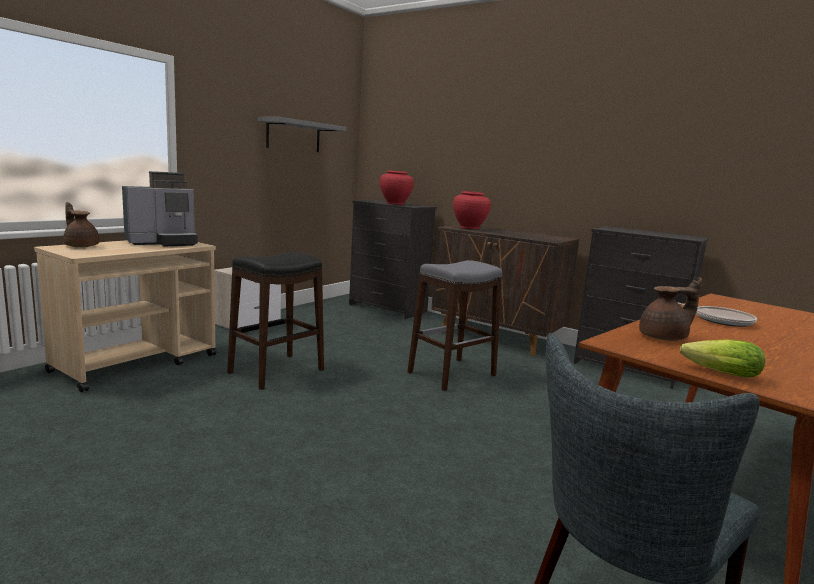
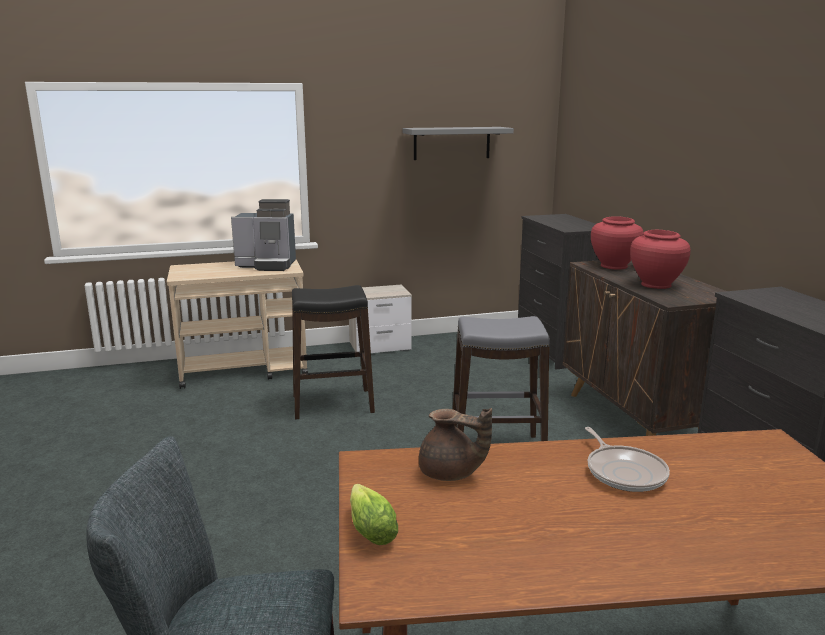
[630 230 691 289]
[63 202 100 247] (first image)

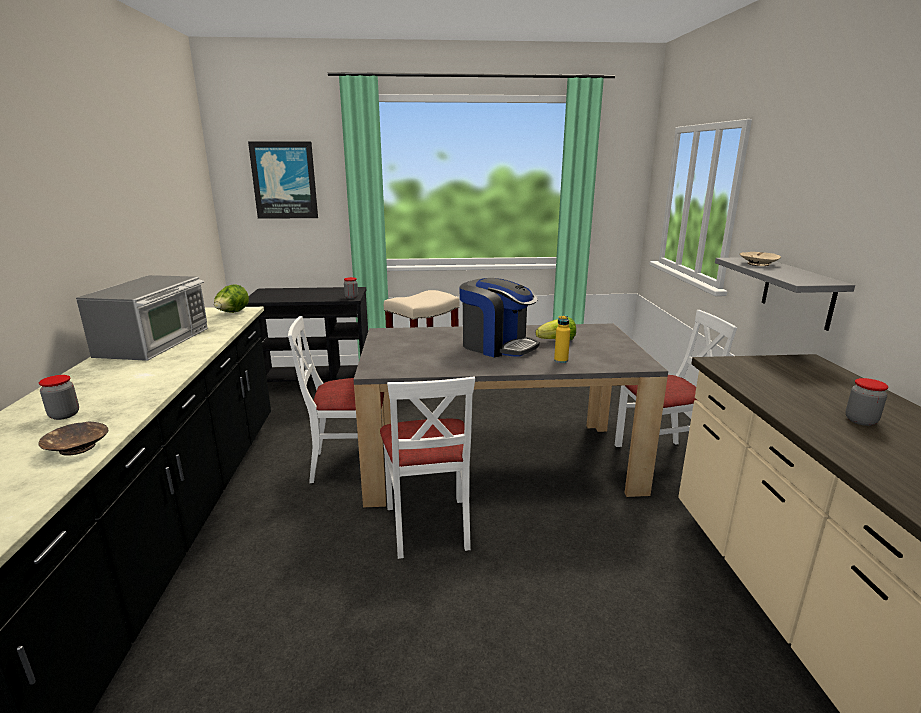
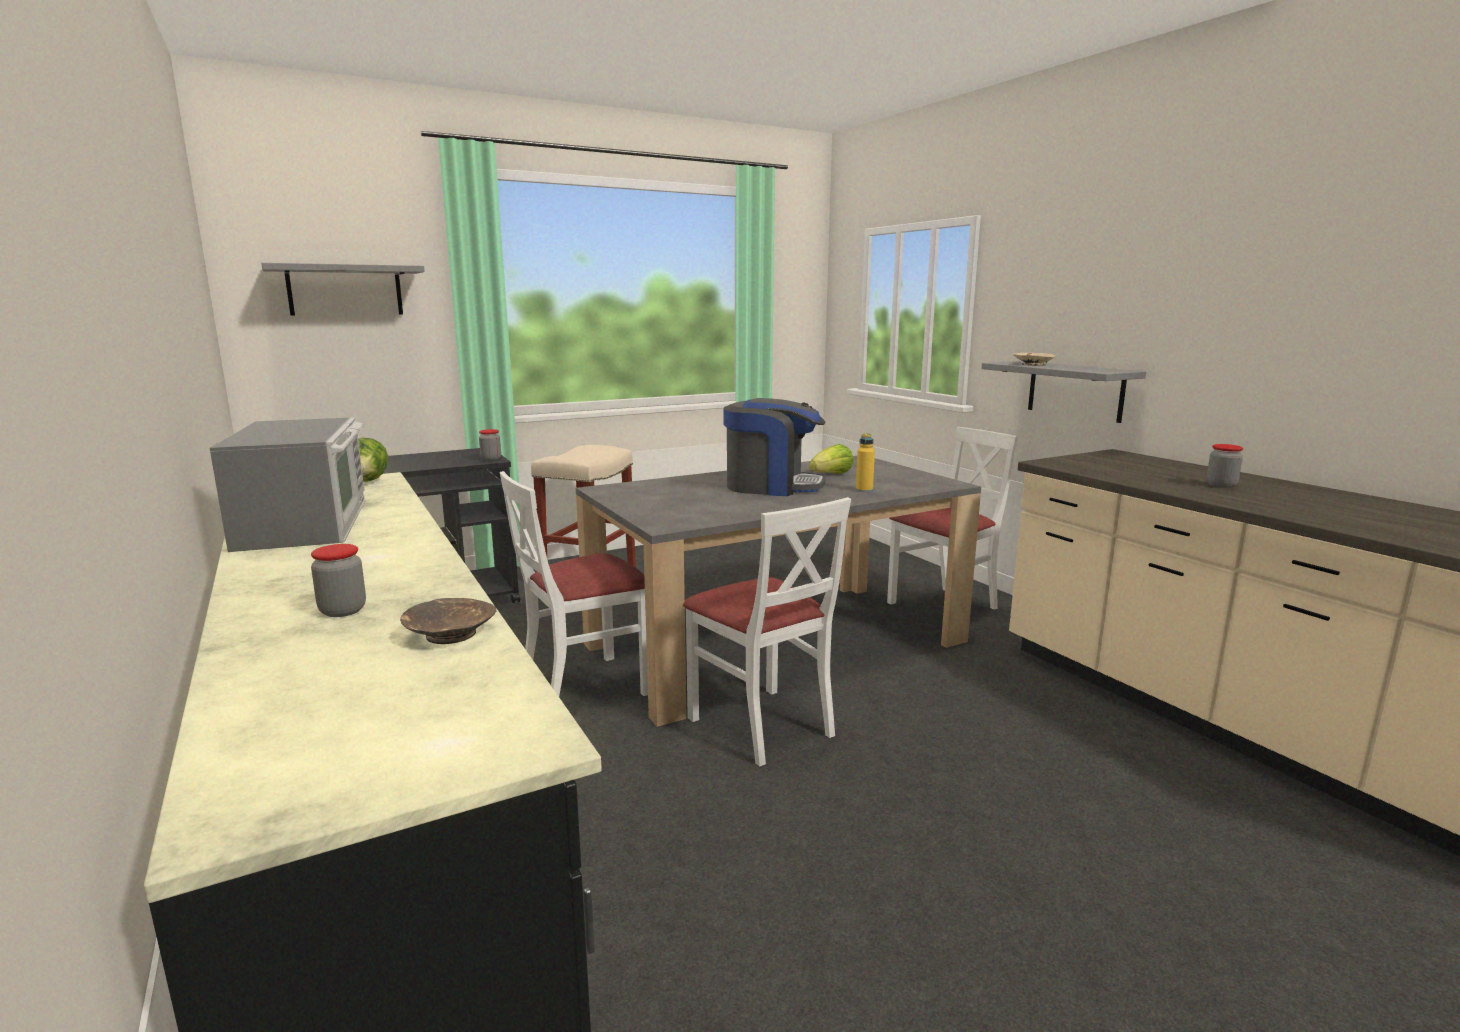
[261 263 425 315]

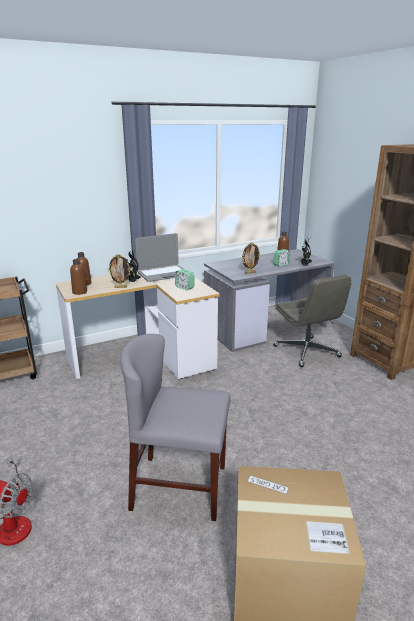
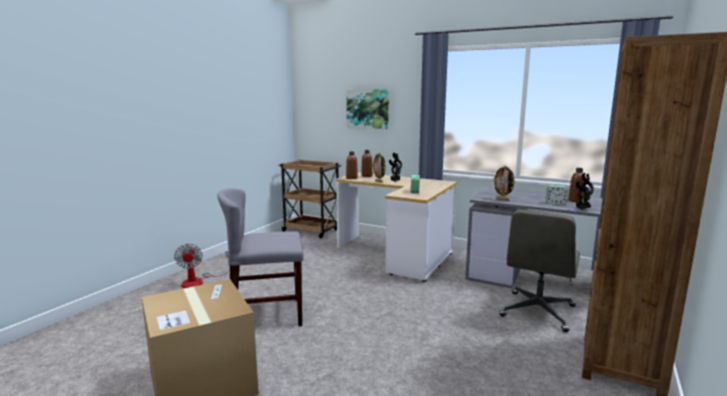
[217 188 304 326]
[347 89 389 130]
[135 233 185 282] (first image)

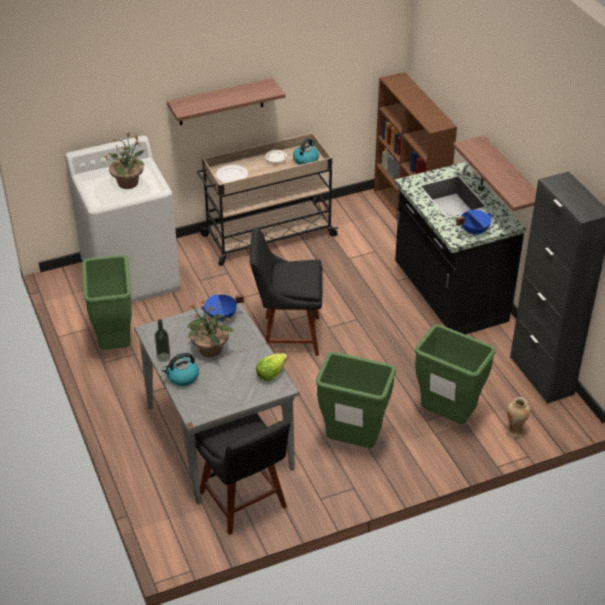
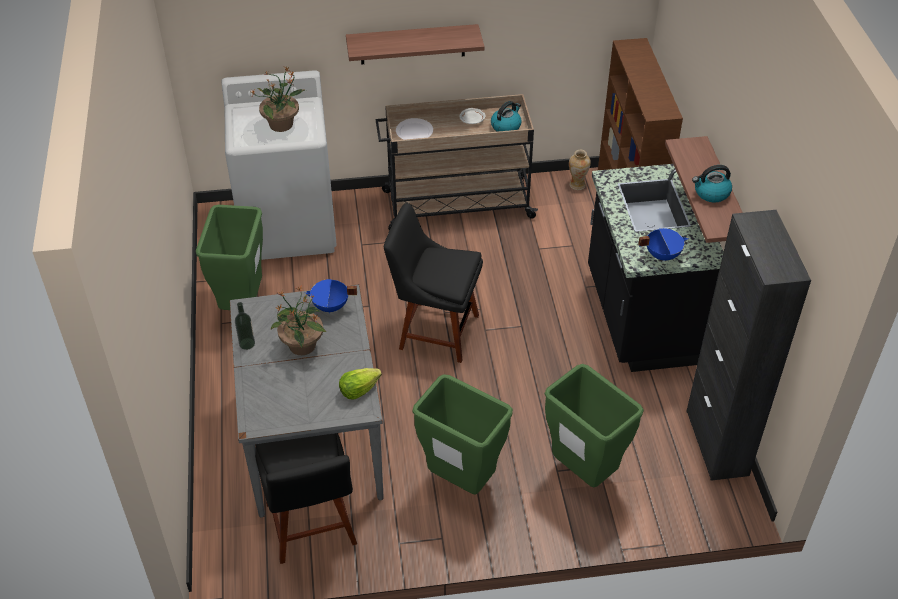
[569 150 591 190]
[692 165 732 202]

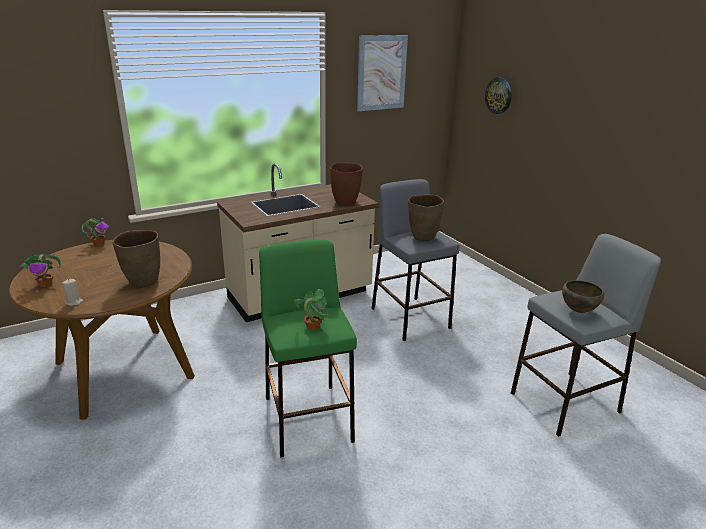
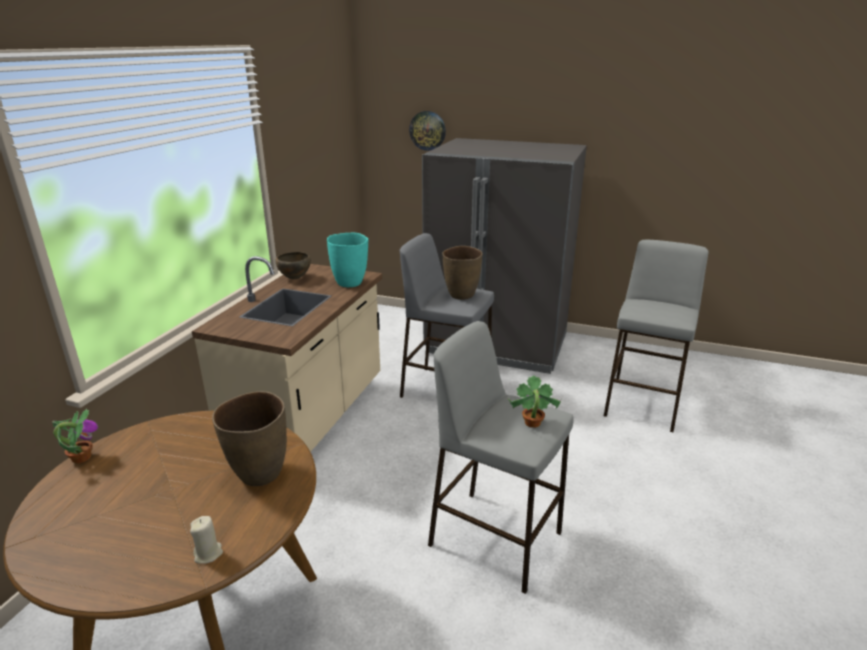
[275 252 311 279]
[327 233 368 287]
[422 138 587 374]
[428 321 574 594]
[20 254 62 287] (first image)
[357 35 408 111] (first image)

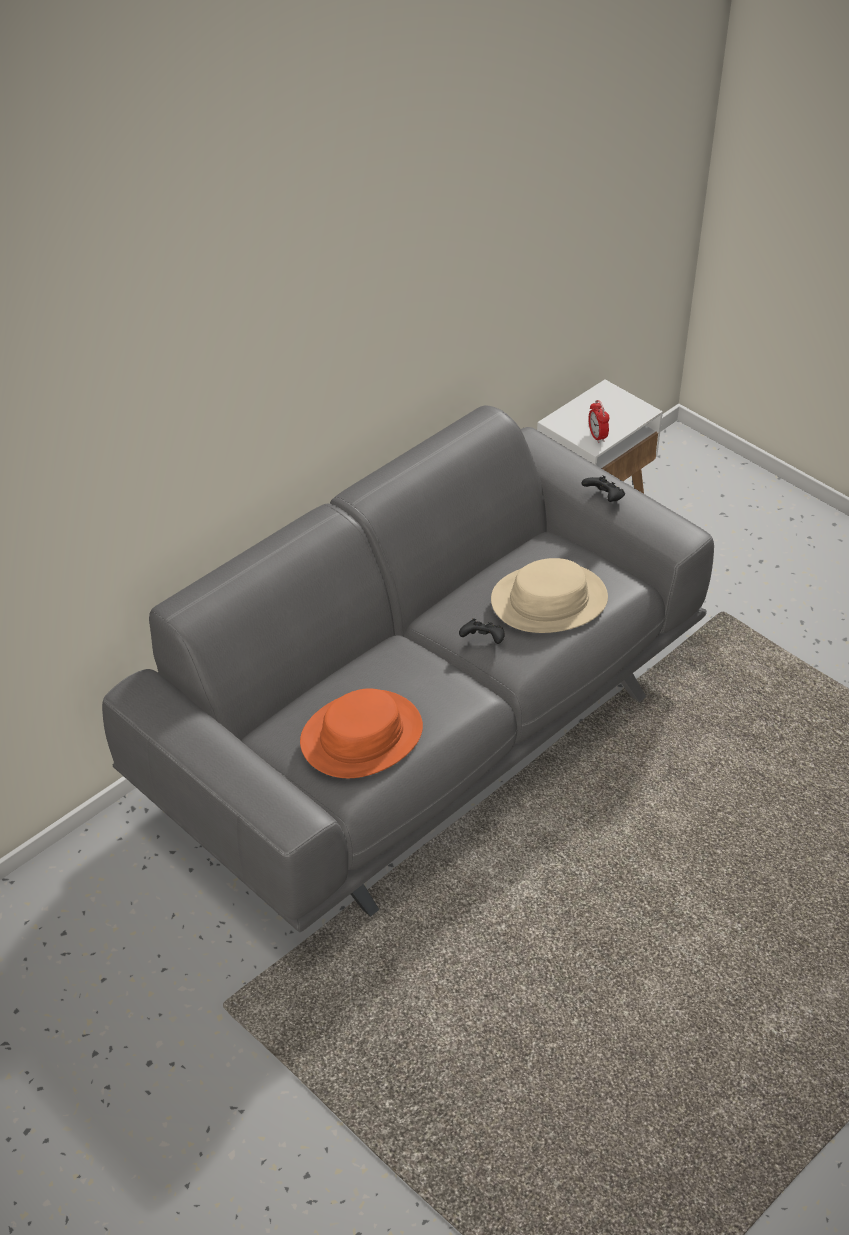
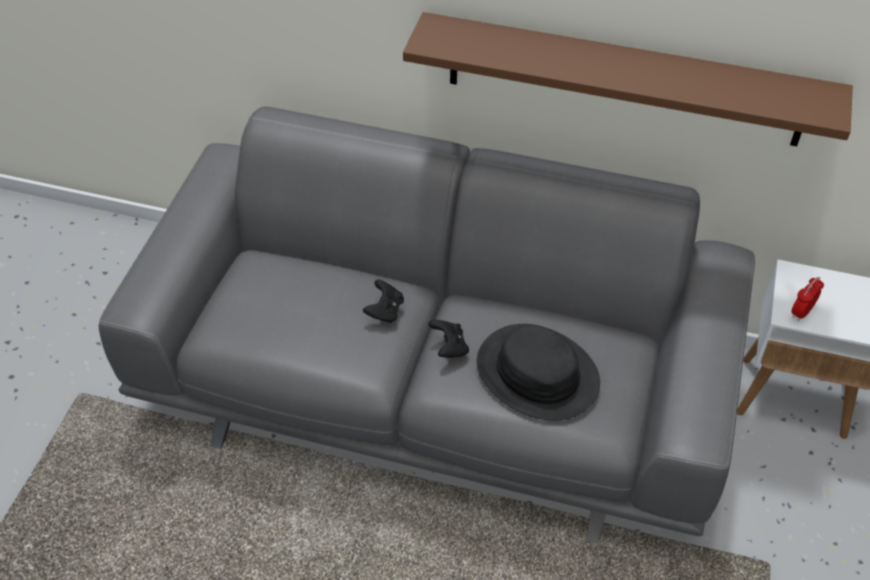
[363 280 404 323]
[403 12 853 146]
[477 324 600 421]
[300 688 423 778] (first image)

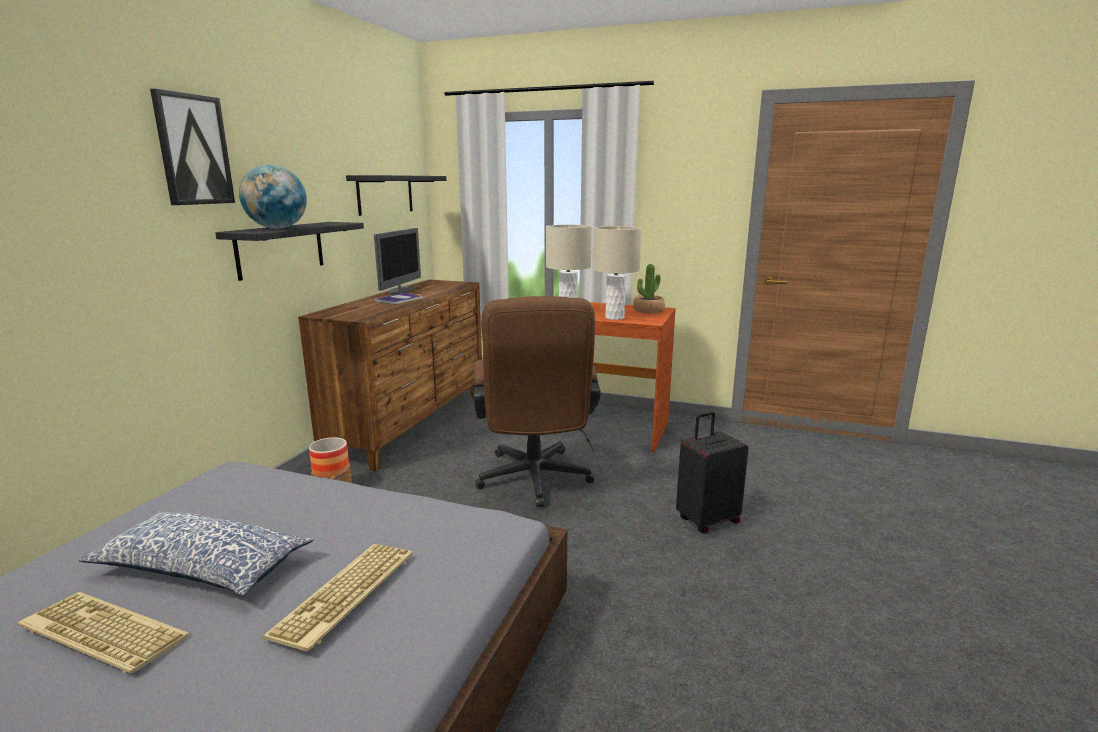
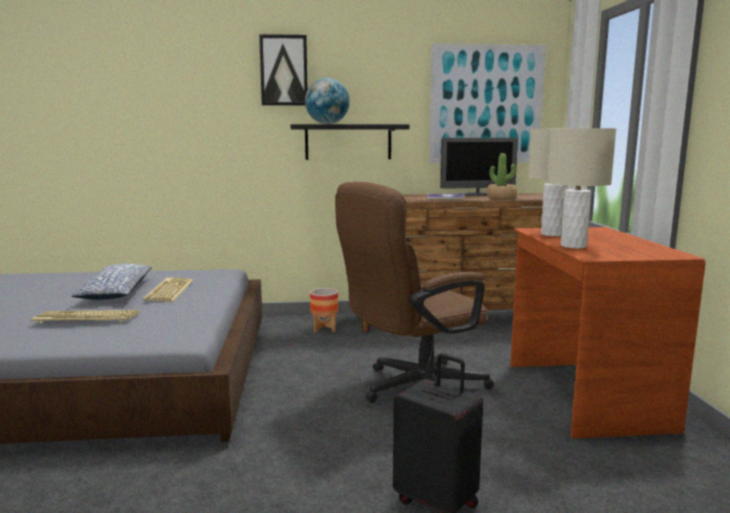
[143 277 193 302]
[429 43 546 163]
[487 153 517 199]

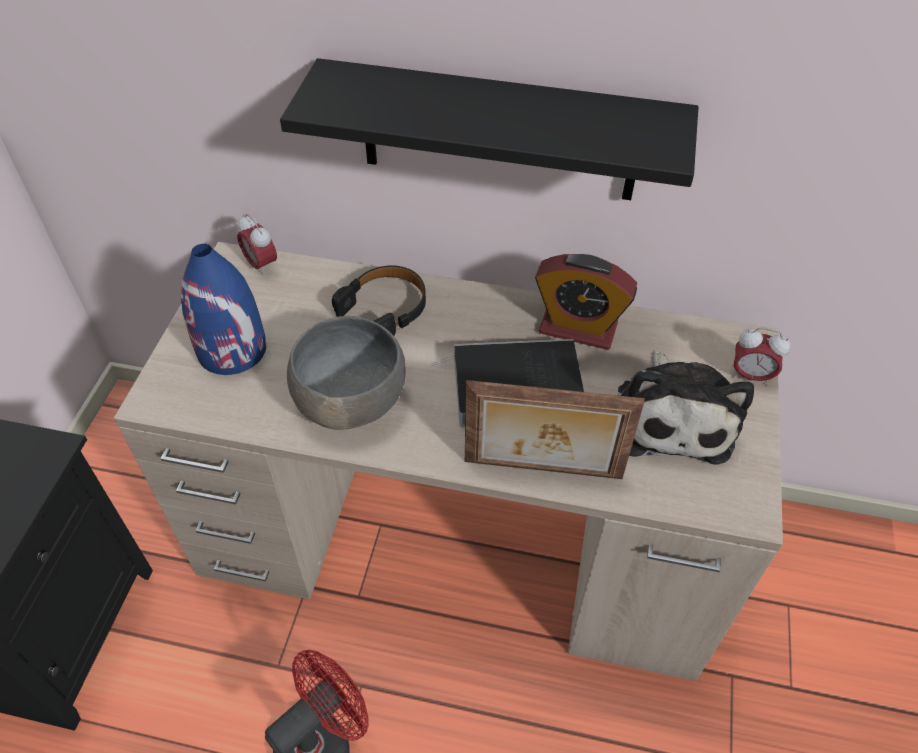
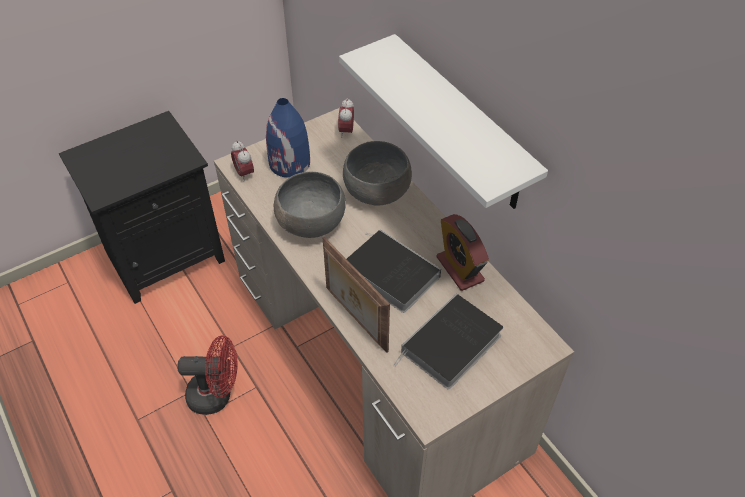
[231 140 254 182]
[339 34 548 209]
[343 141 412 206]
[393 293 503 390]

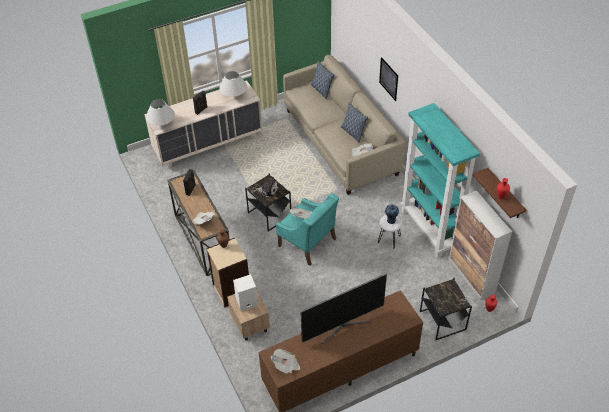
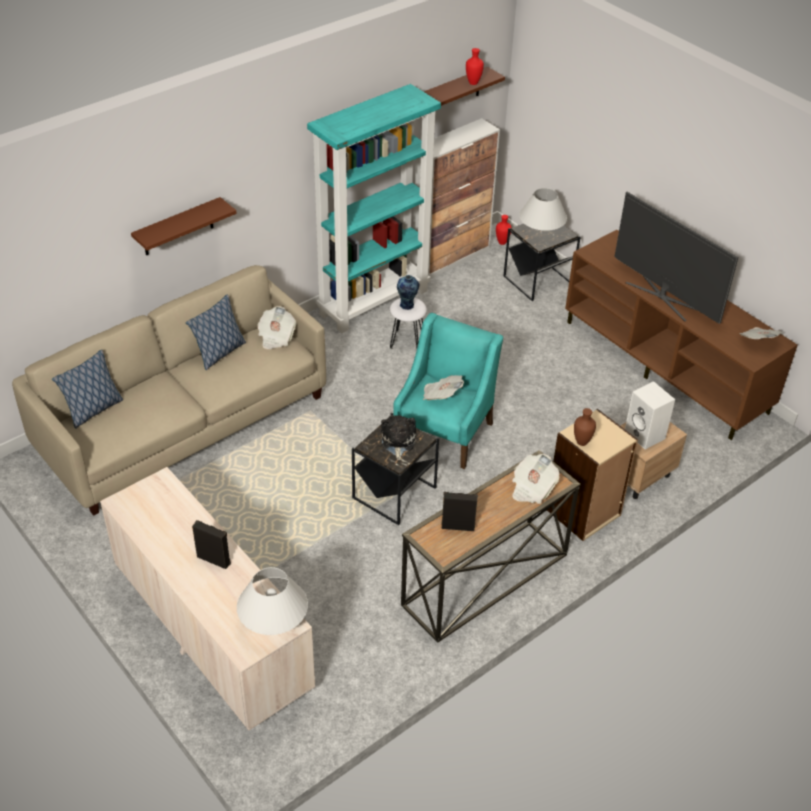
[131 197 237 256]
[519 188 567 233]

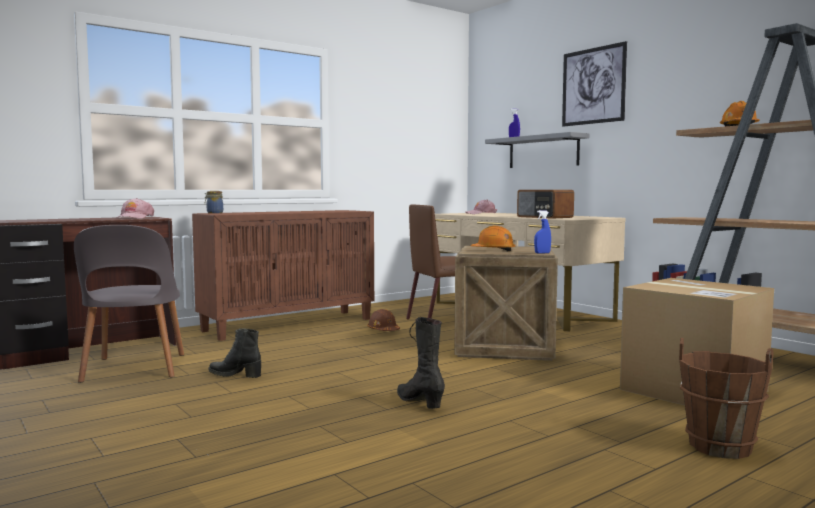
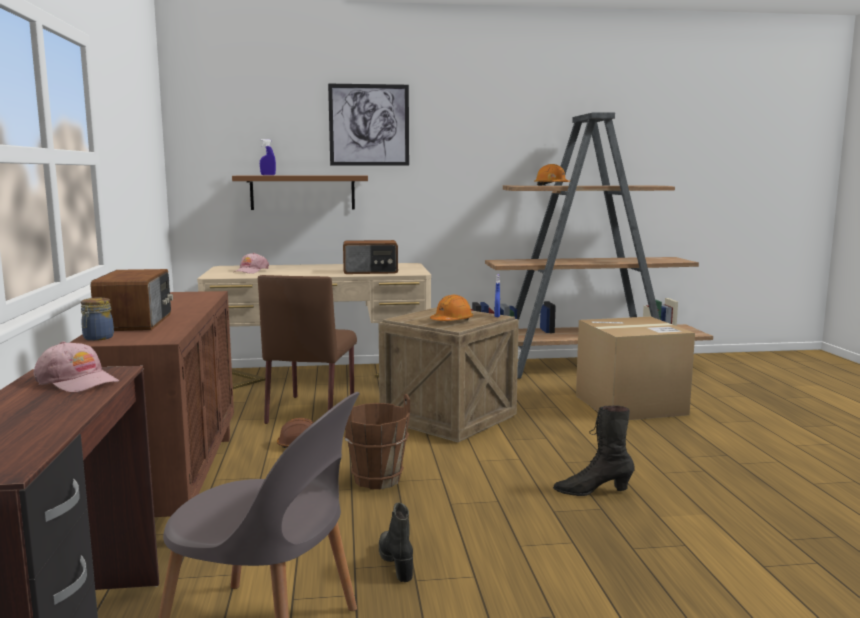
[91 269 173 331]
[232 176 368 210]
[345 394 410 489]
[379 502 413 582]

